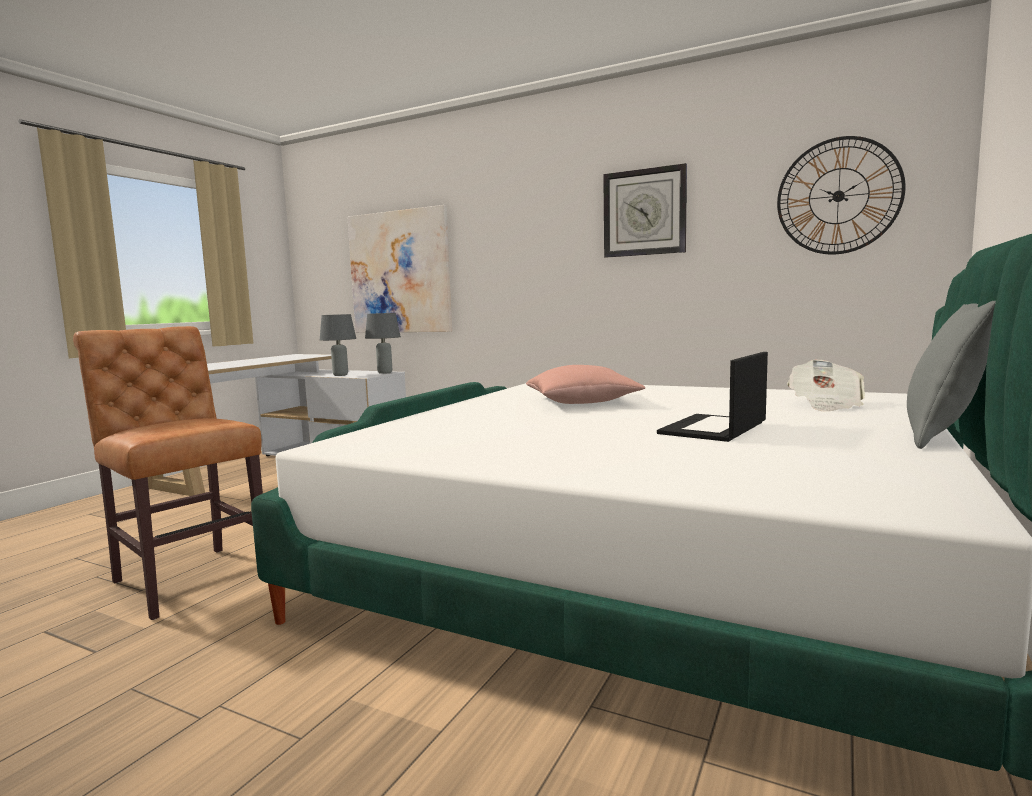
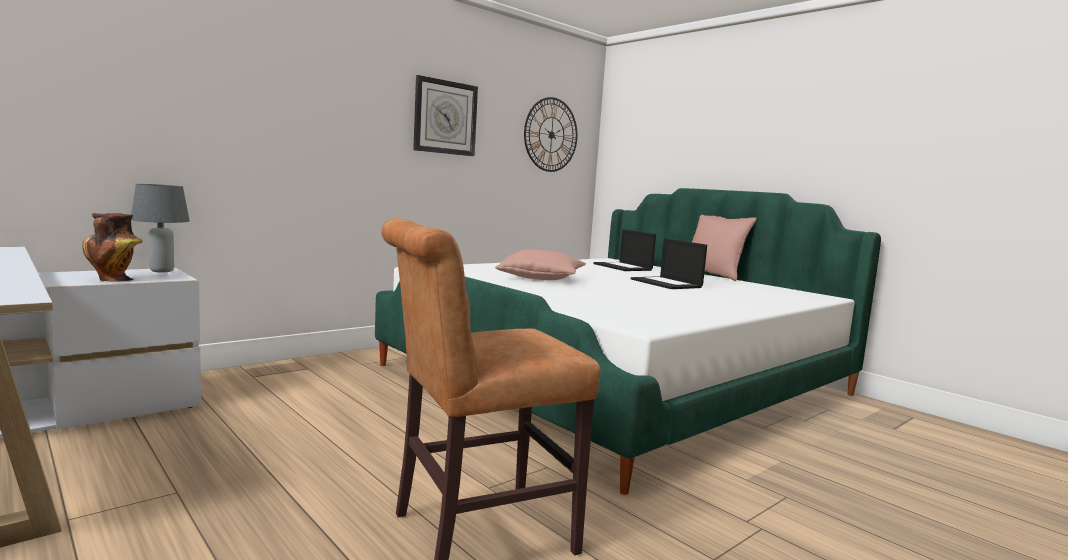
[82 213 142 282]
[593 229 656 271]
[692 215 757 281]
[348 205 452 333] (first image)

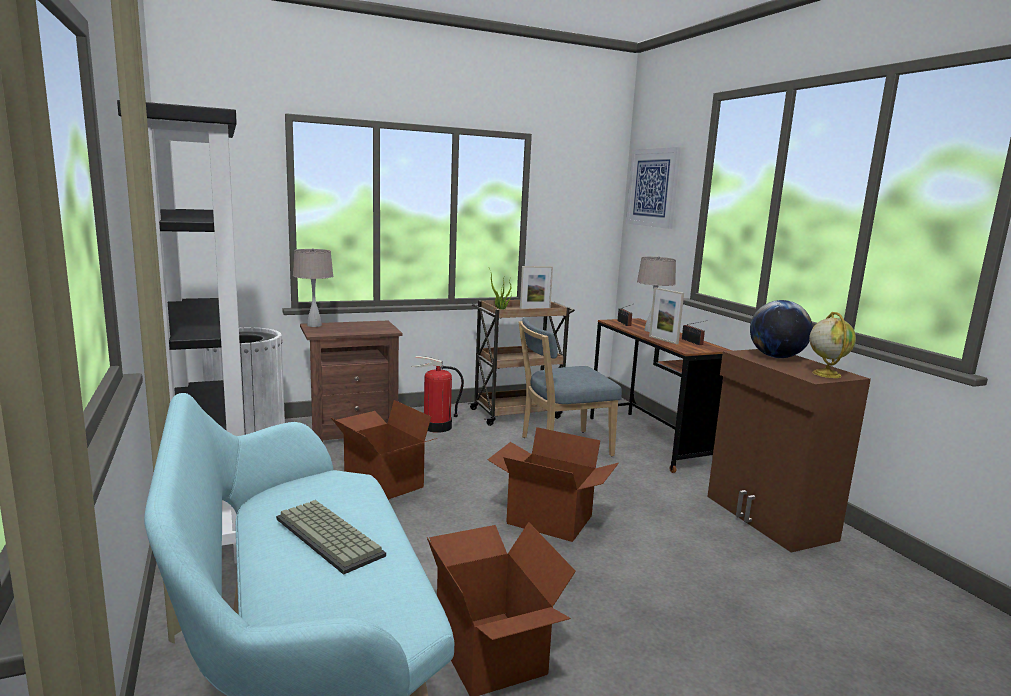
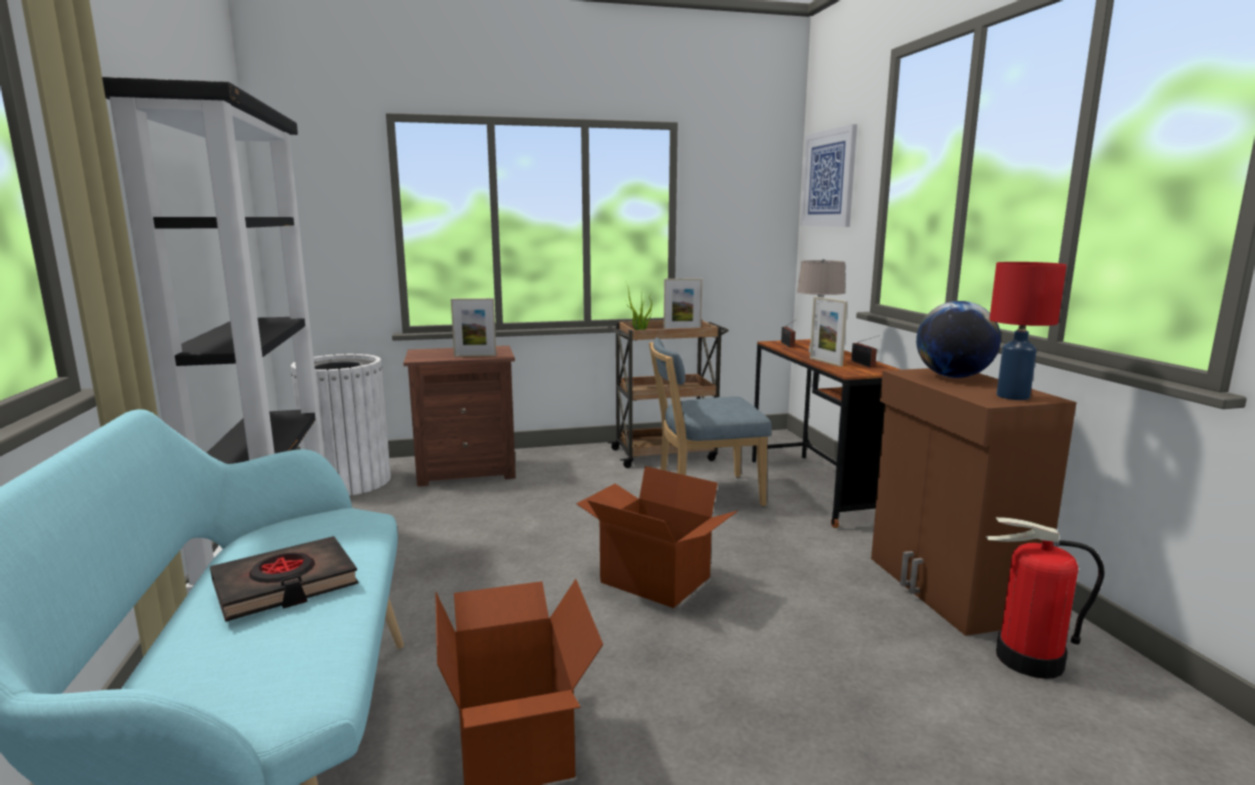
[210 536 359 622]
[451 298 496 357]
[986 517 1104 679]
[990 262 1067 400]
[293 248 333 327] (first image)
[330 400 437 500] (first image)

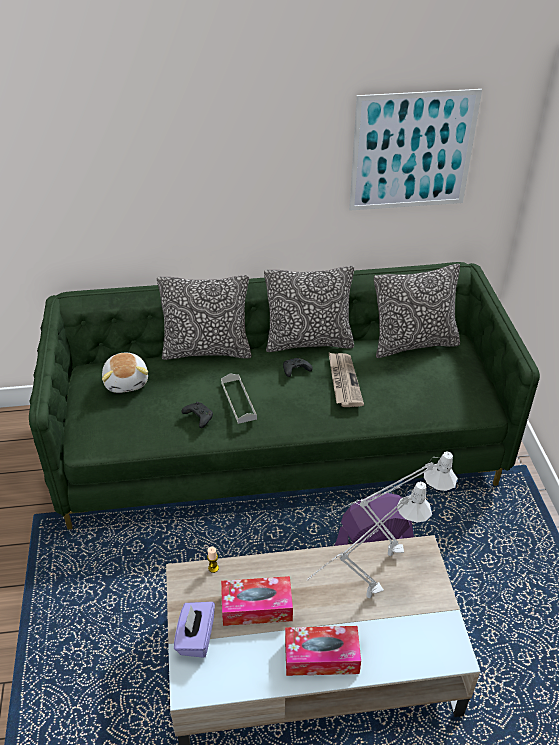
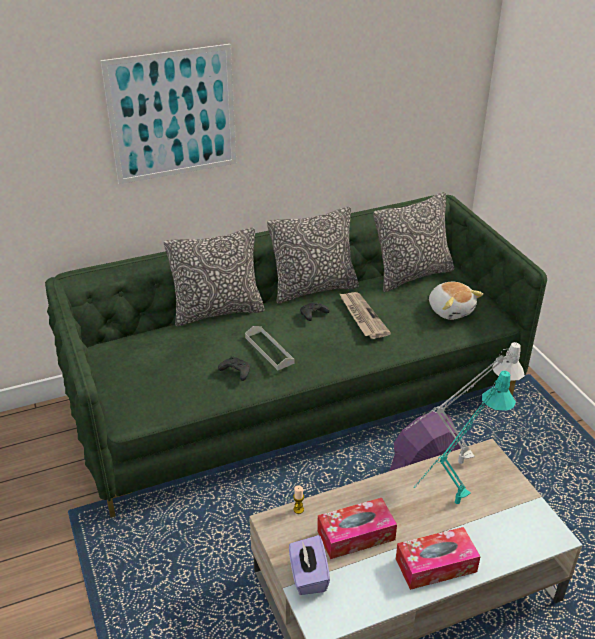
[101 44 236 184]
[413 371 516 504]
[429 282 483 320]

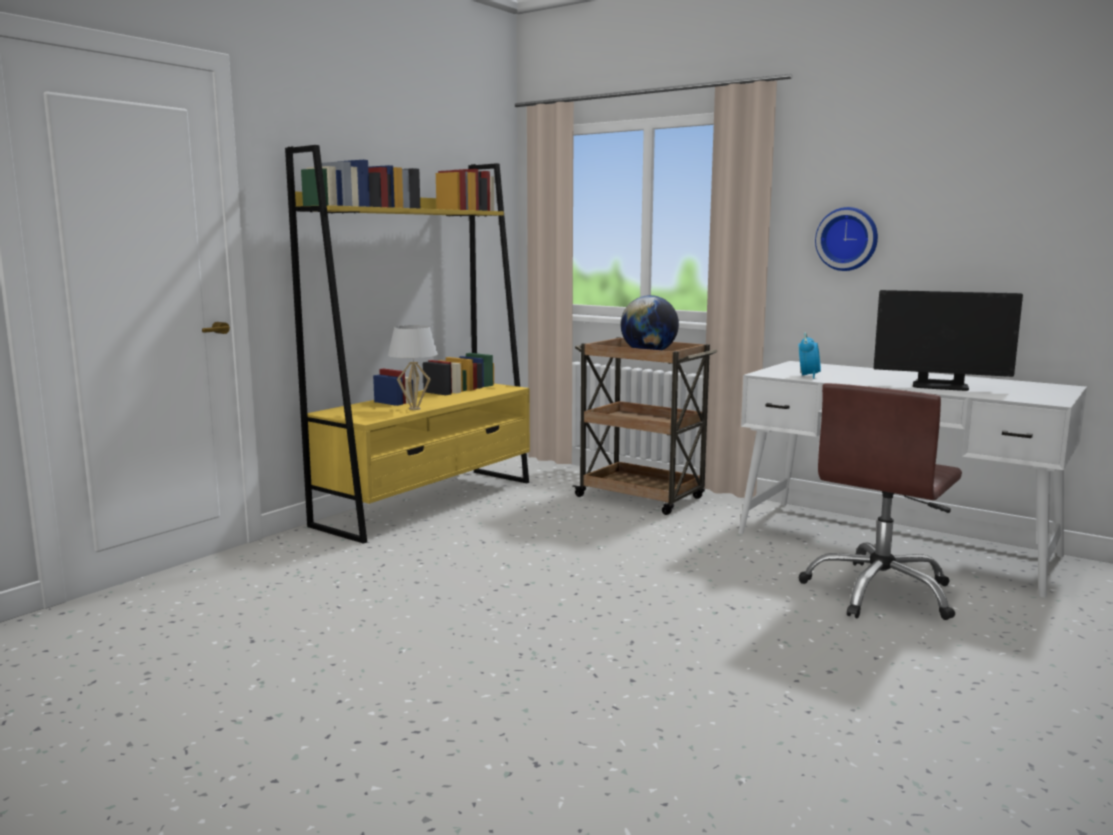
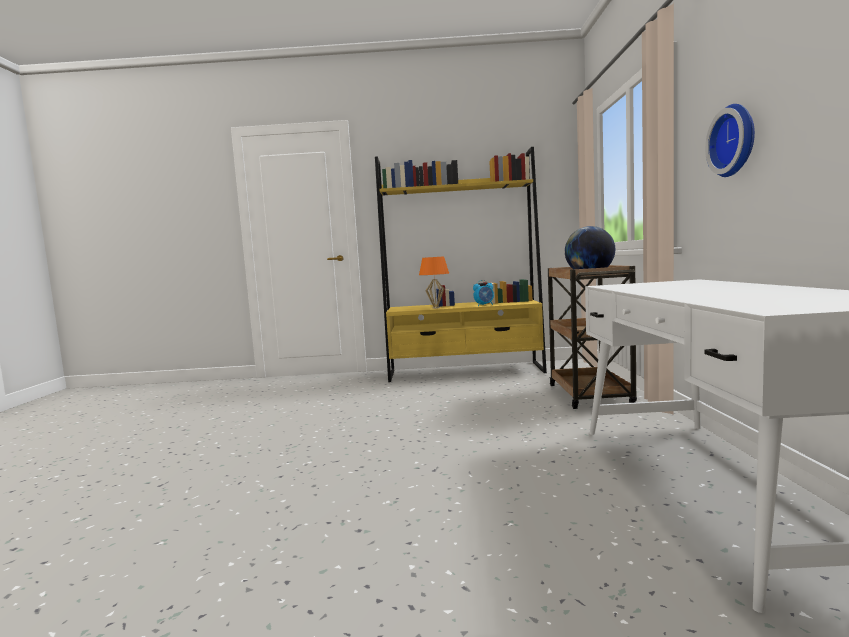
[419 256 449 309]
[473 280 494 306]
[799 383 962 620] (first image)
[874 290 1023 391] (first image)

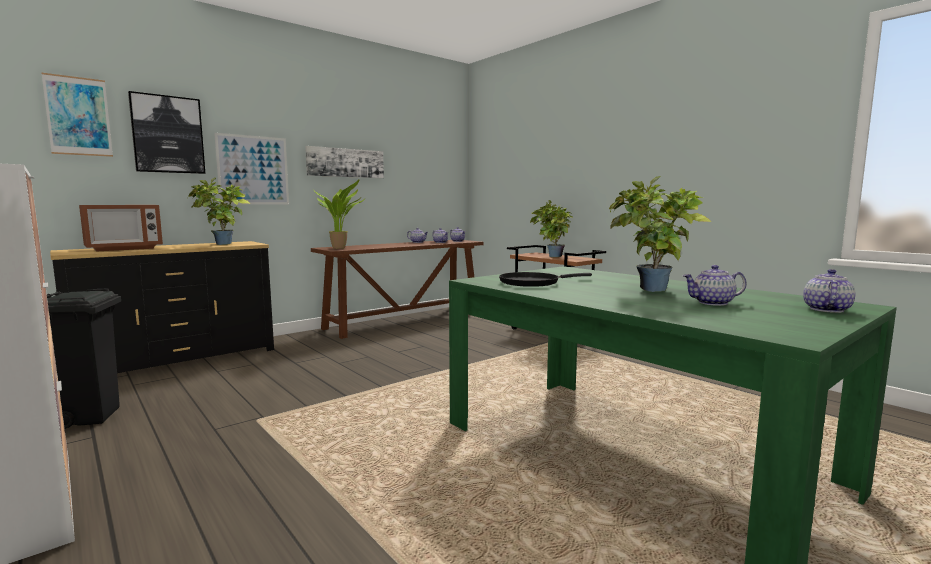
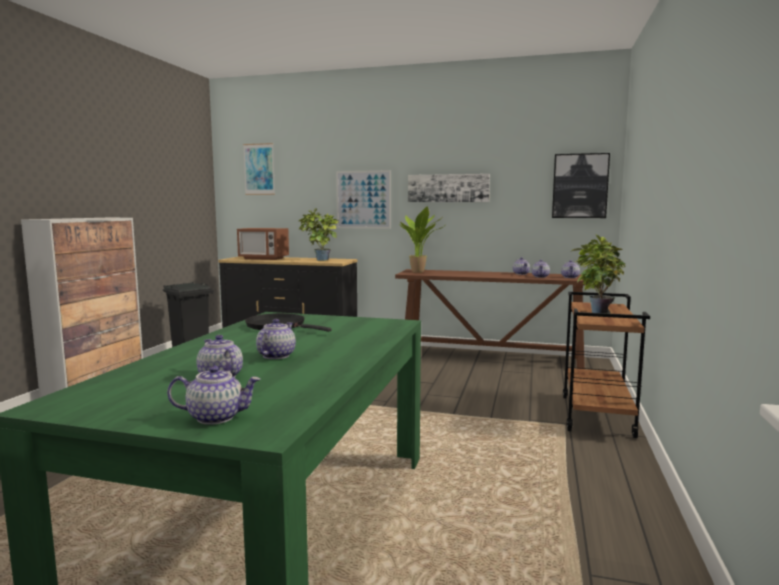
[256 319 296 359]
[552 153 610 218]

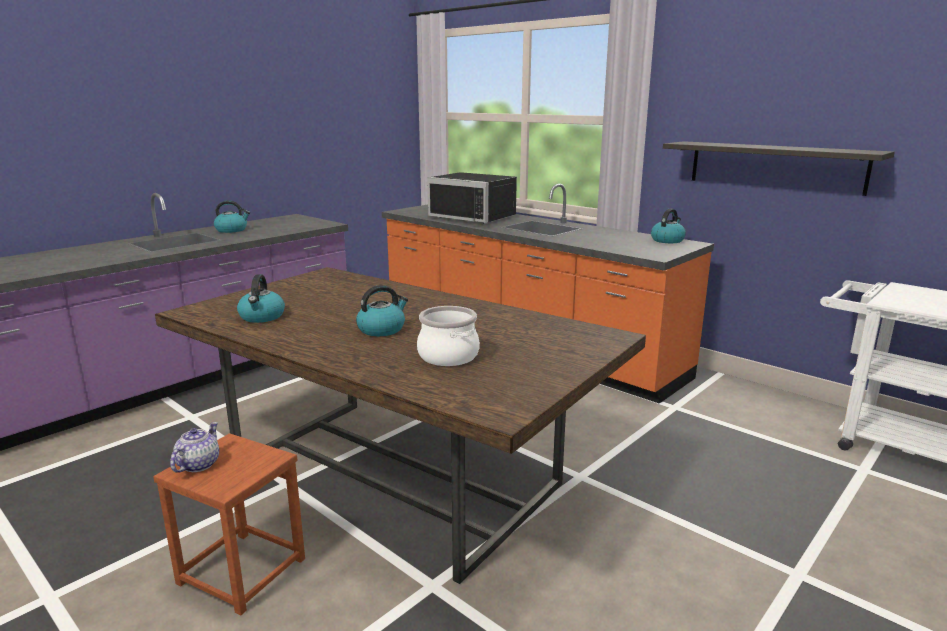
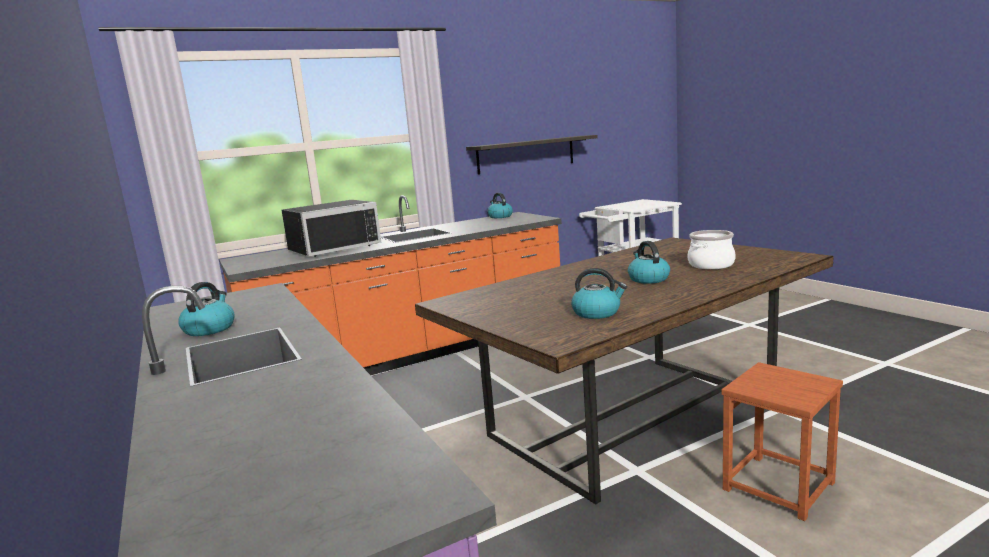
[170 422 219 473] (first image)

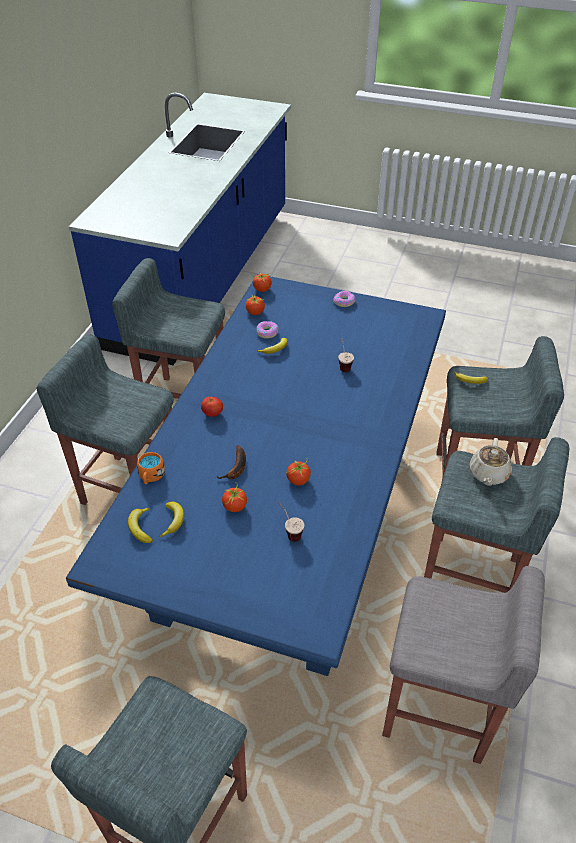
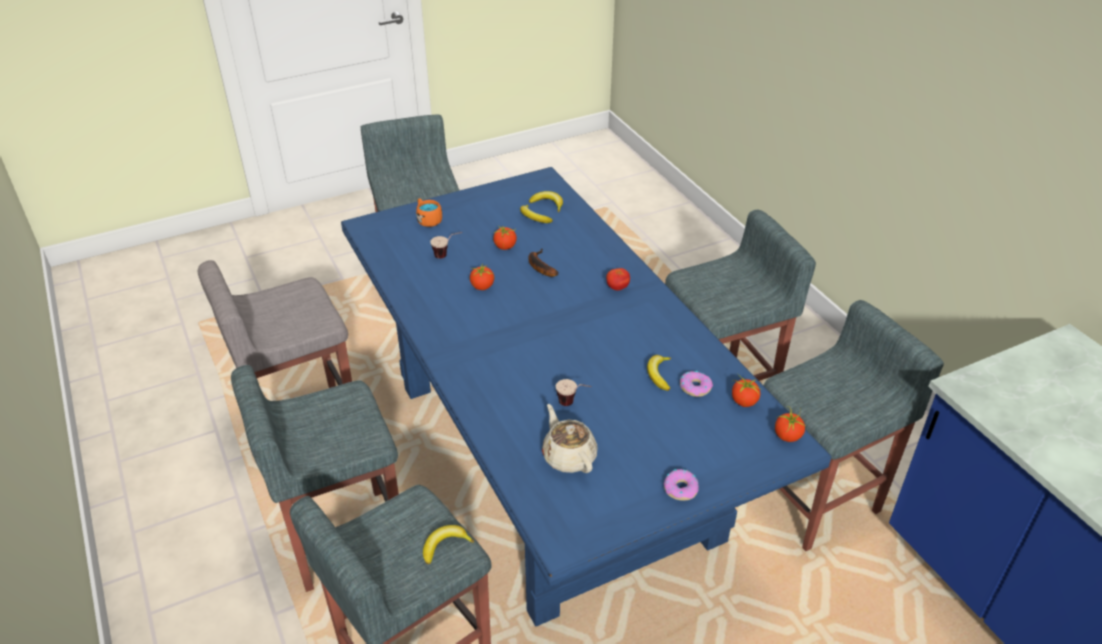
[416 198 442 227]
[542 404 598 473]

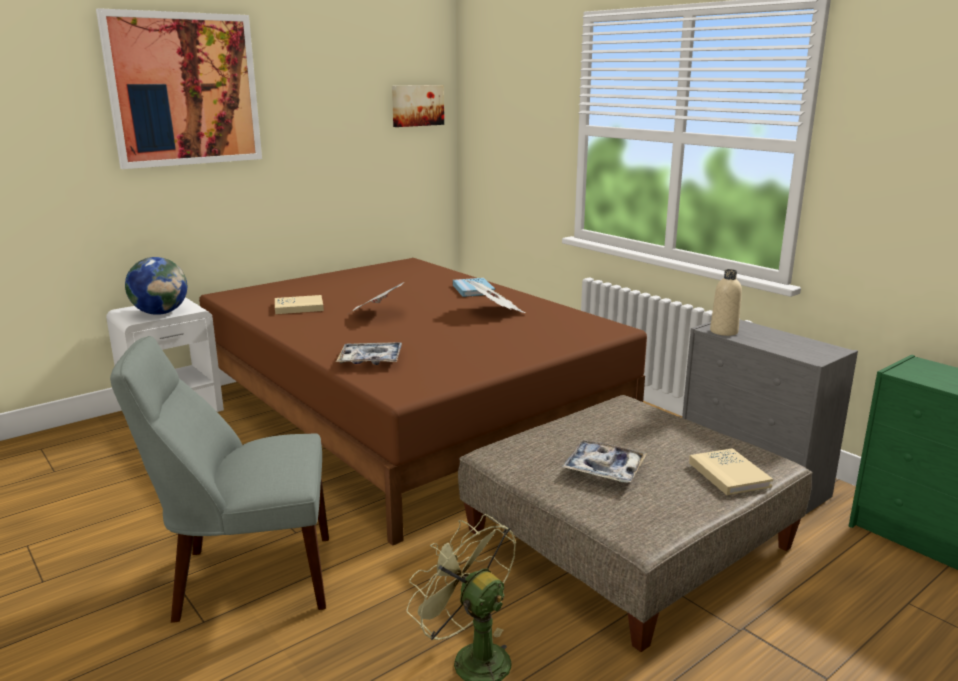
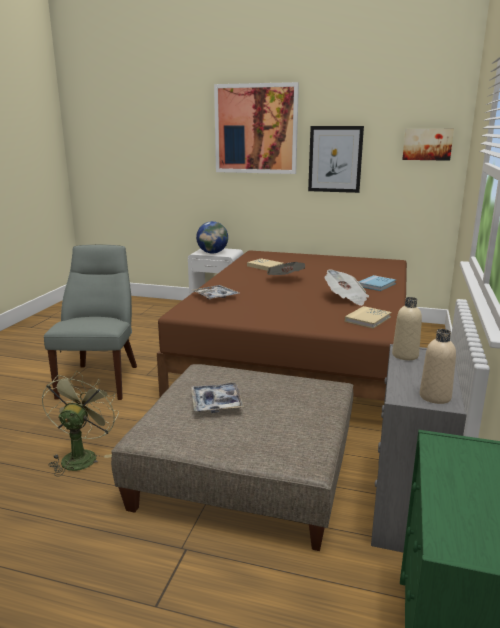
[44 245 137 400]
[308 126 364 193]
[345 306 391 329]
[420 329 456 404]

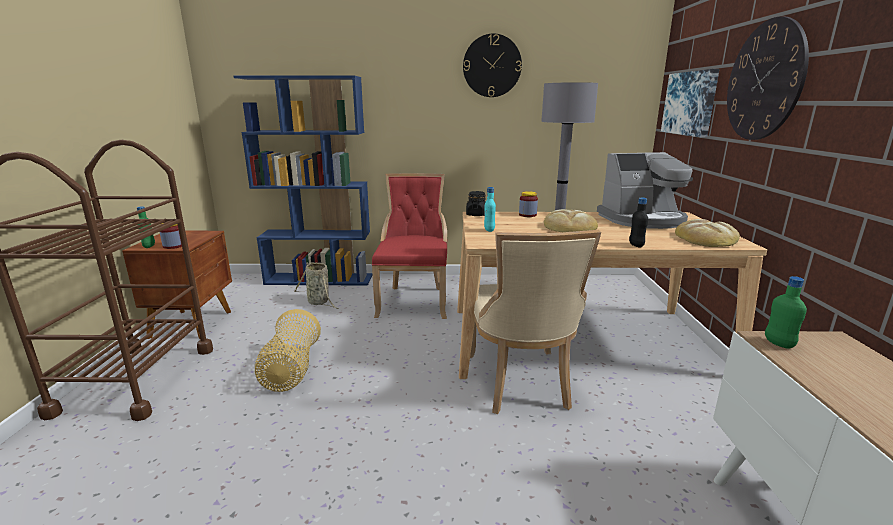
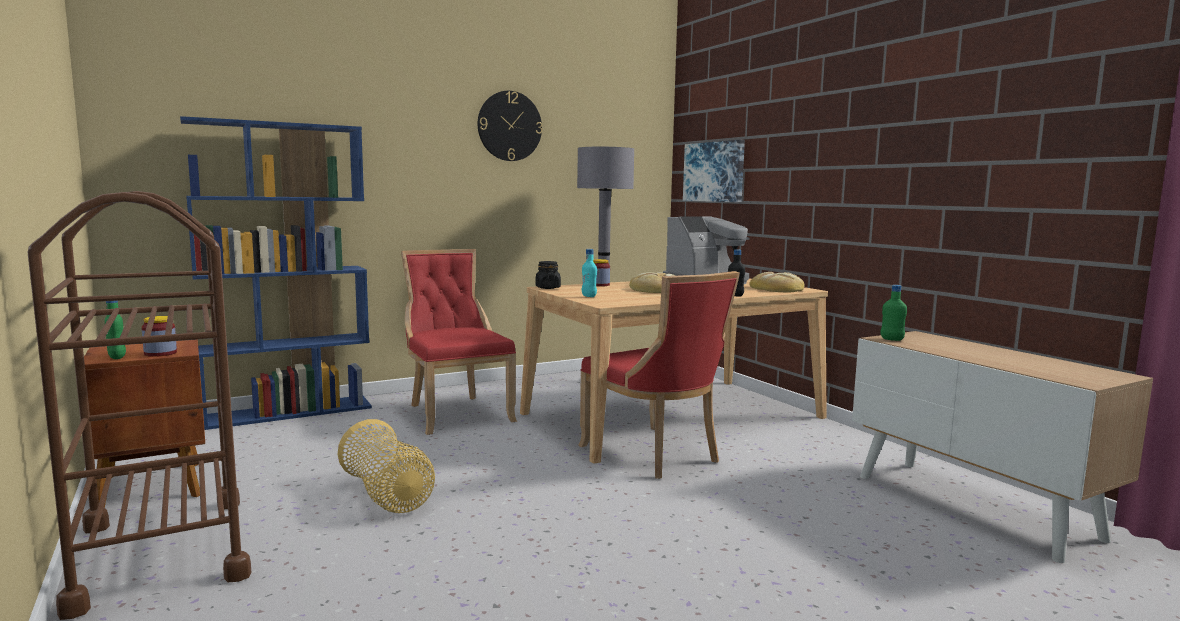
[578 271 740 479]
[294 262 338 309] (first image)
[727 16 809 140] (first image)

